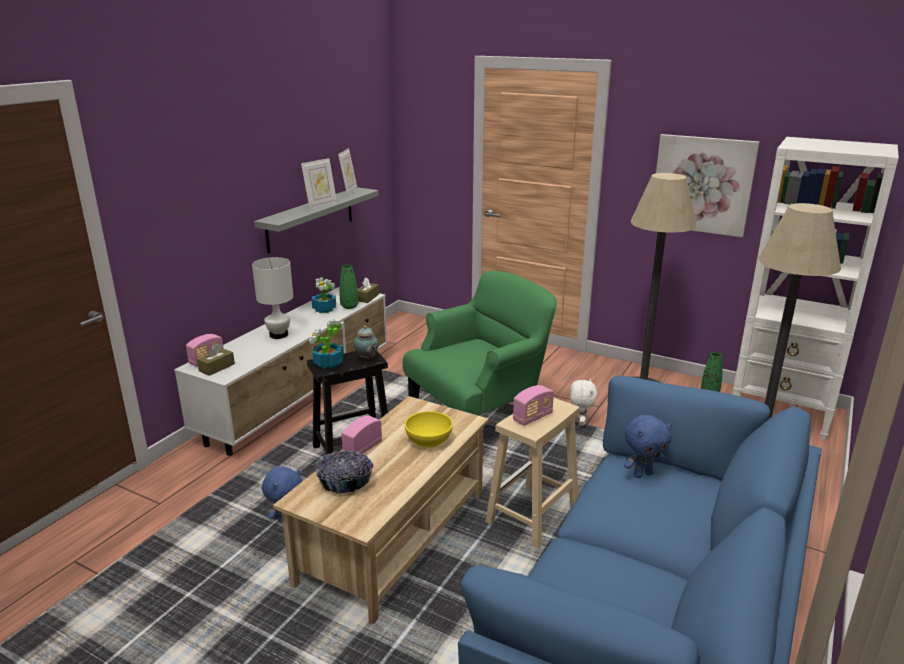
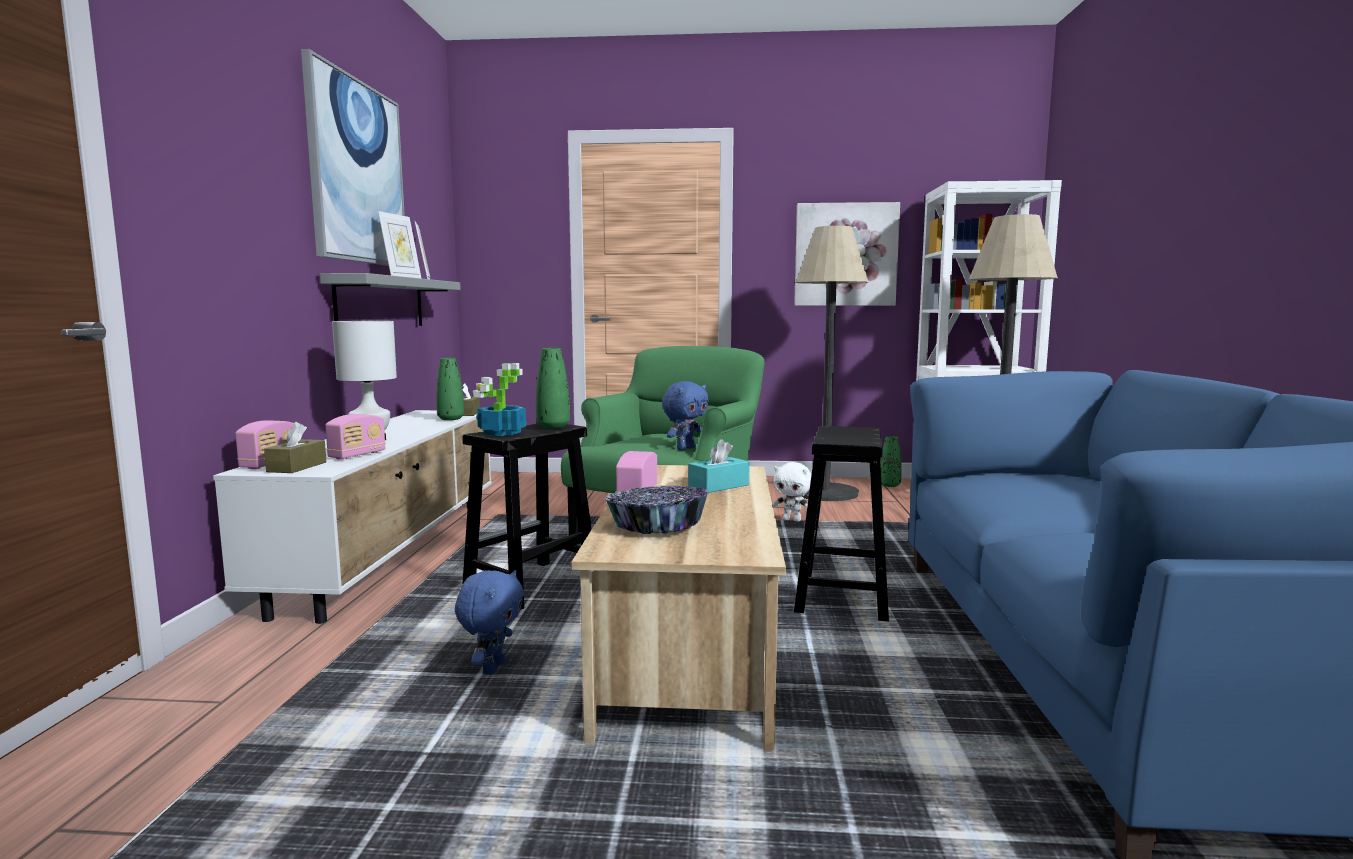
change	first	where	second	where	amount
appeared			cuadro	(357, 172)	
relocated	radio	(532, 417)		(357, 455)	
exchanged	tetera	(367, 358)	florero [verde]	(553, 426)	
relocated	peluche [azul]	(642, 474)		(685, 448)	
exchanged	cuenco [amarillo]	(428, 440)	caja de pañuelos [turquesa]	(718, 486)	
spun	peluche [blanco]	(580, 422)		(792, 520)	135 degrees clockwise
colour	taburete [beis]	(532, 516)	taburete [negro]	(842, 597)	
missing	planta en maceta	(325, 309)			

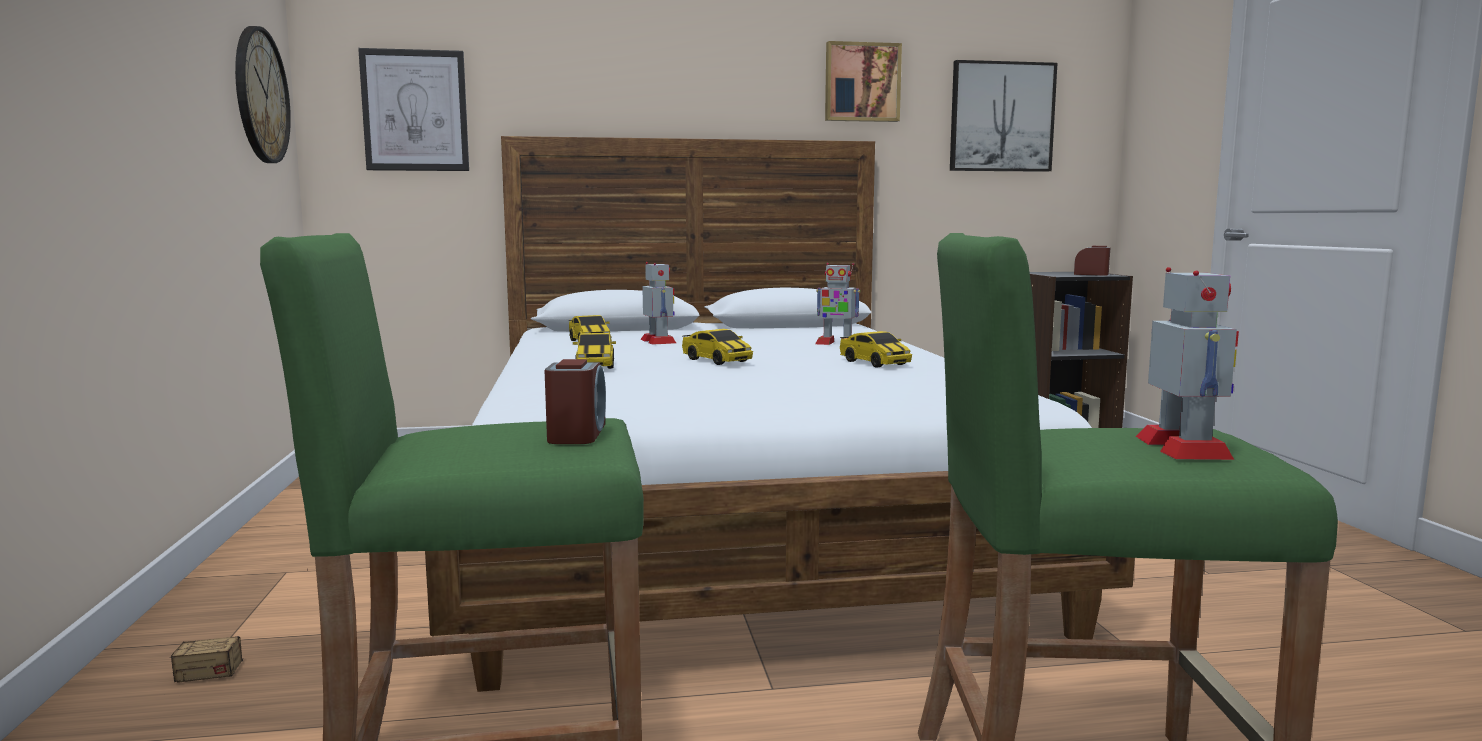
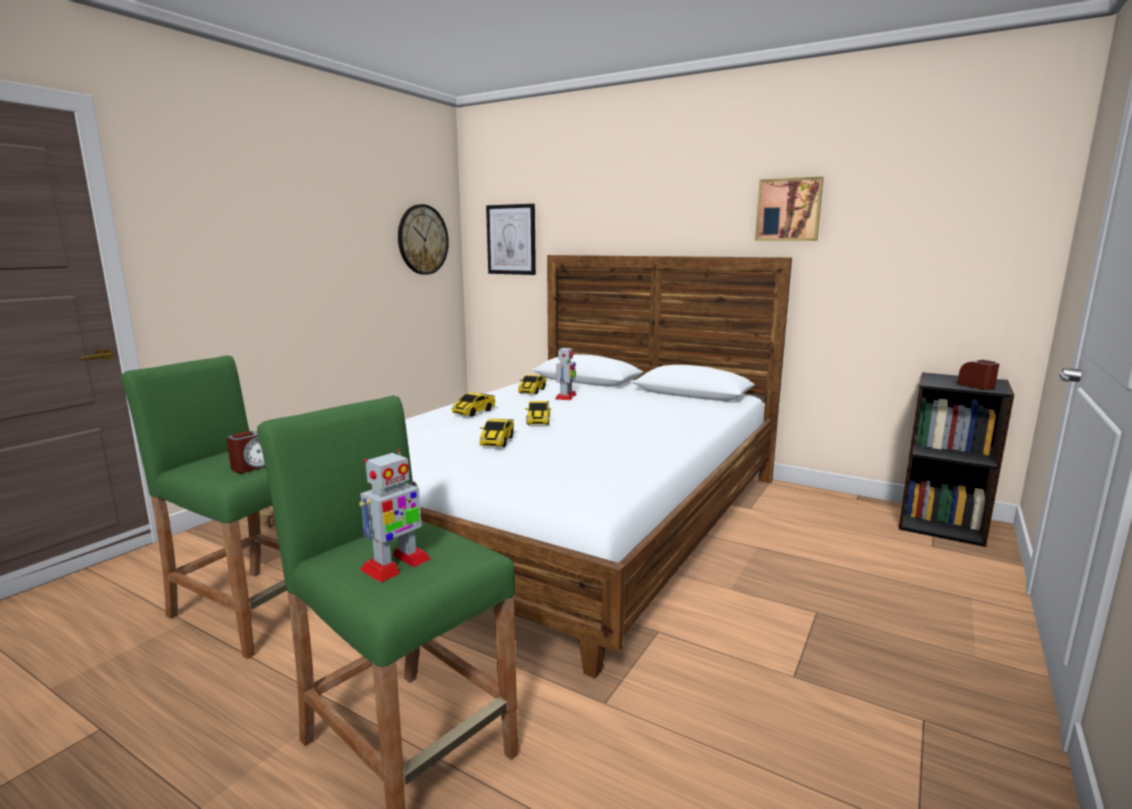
change	first	where	second	where	amount
relocated	coche de juguete	(874, 363)		(497, 441)	
missing	robot de juguete	(837, 343)			
missing	cuadro	(1001, 117)			

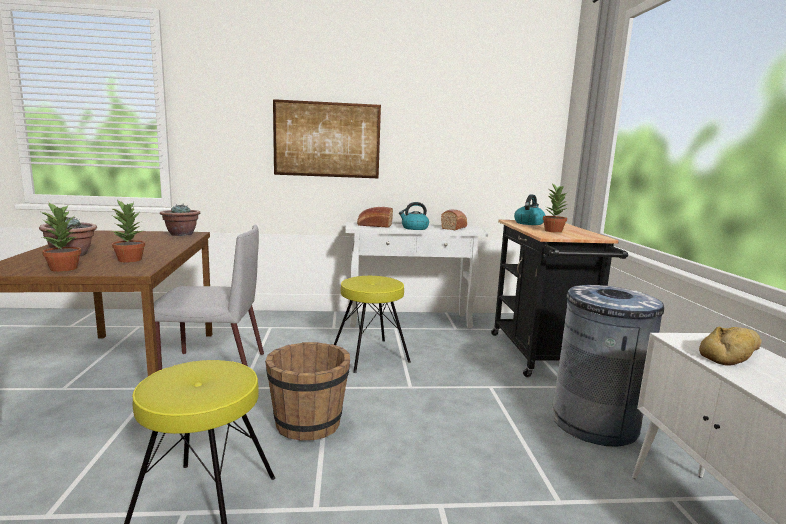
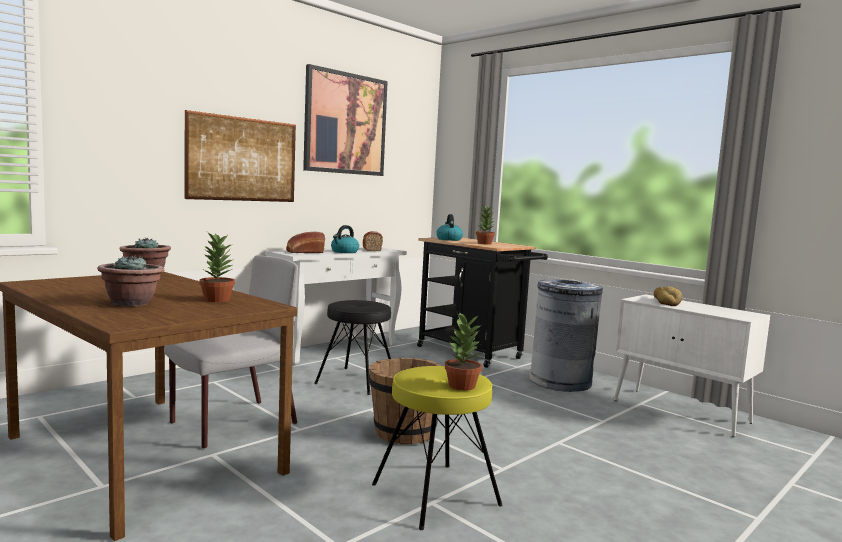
change	first	where	second	where	amount
appeared			cuadro	(345, 123)	
colour	taburete [amarillo]	(369, 355)	taburete [negro]	(356, 380)	
relocated	planta en maceta	(64, 268)		(461, 385)	

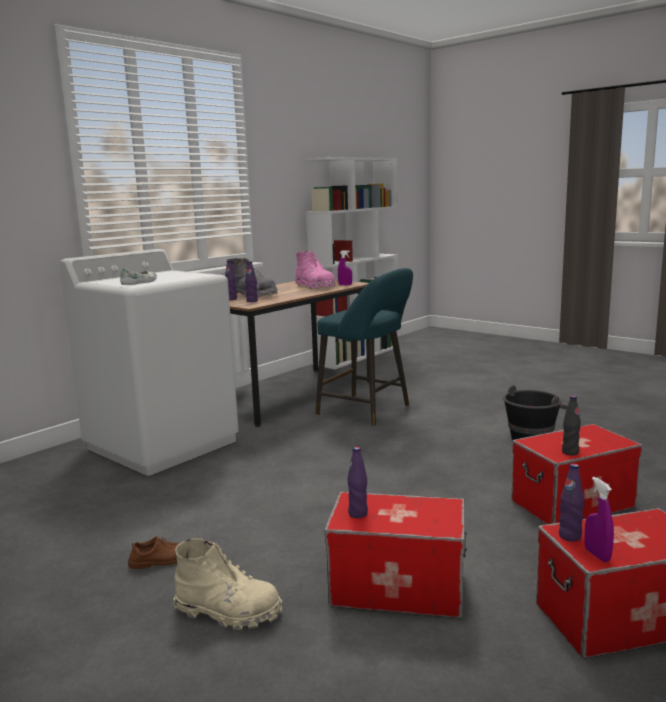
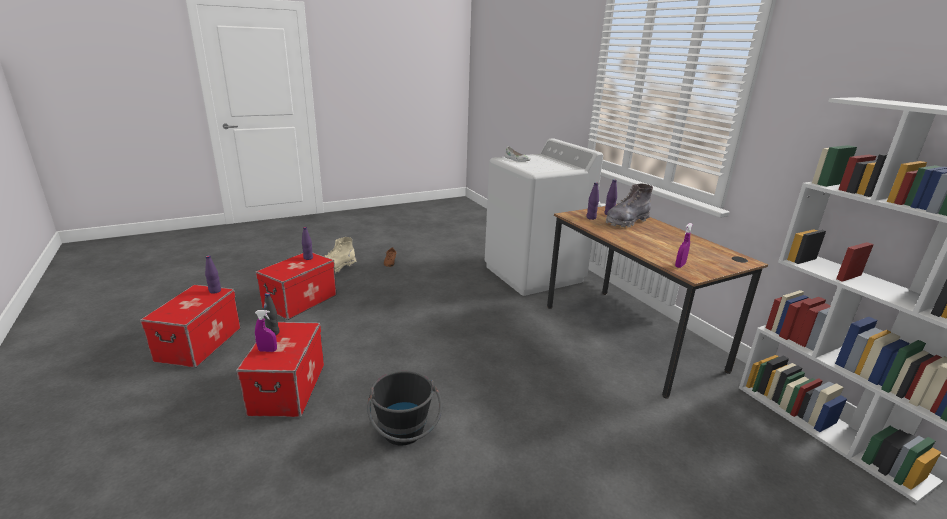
change	first	where	second	where	amount
relocated	pulverizador [morado]	(597, 555)		(267, 350)	
missing	bota [rosa]	(315, 286)			
missing	taburete [turquesa]	(367, 411)			

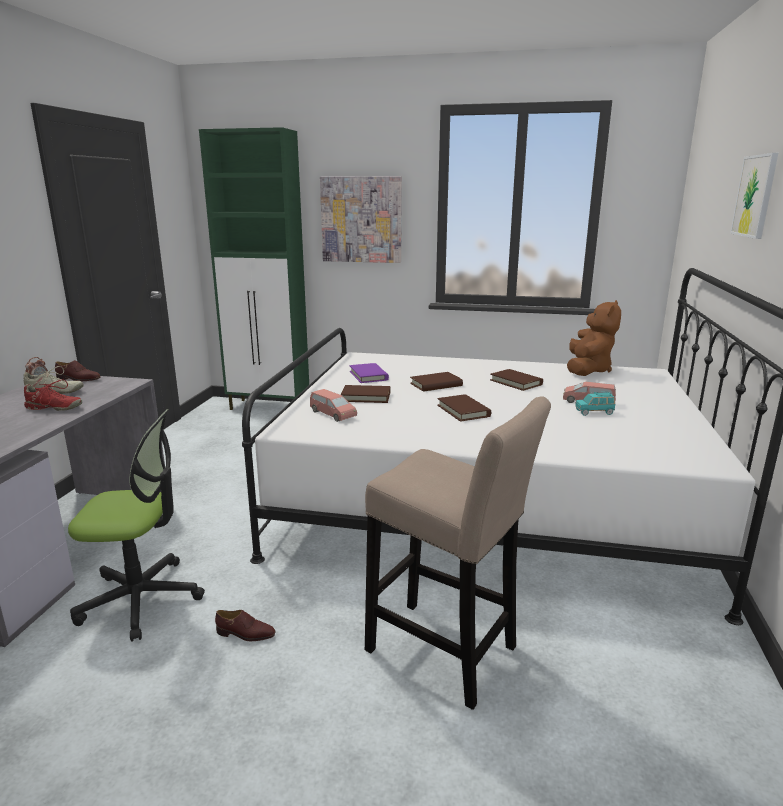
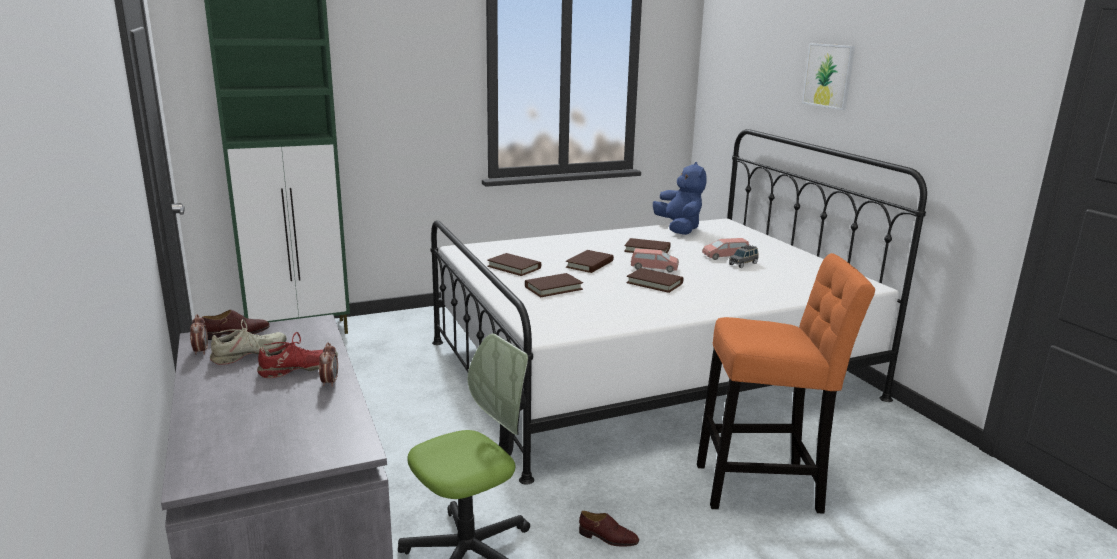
change	first	where	second	where	amount
appeared			despertador	(329, 382)	
colour	libro [morado]	(368, 375)	libro [marrón]	(514, 267)	
spun	zapato [marrón]	(245, 634)		(608, 538)	45 degrees clockwise
relocated	coche de juguete [rosa]	(332, 414)		(654, 268)	
colour	peluche [marrón]	(588, 370)	peluche [azul]	(679, 229)	
colour	taburete [beis]	(447, 654)	taburete [naranja]	(765, 487)	
colour	coche de juguete [turquesa]	(594, 412)	coche de juguete [gris]	(743, 264)	
missing	cuadro	(361, 220)			

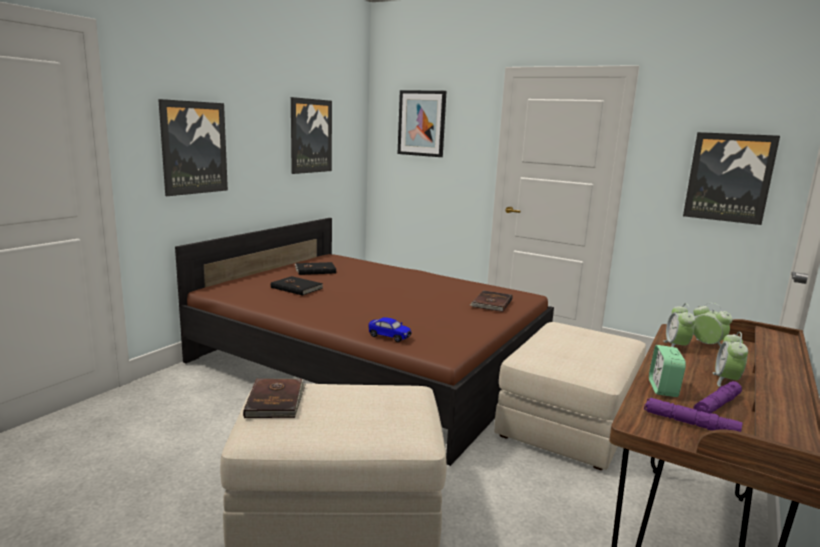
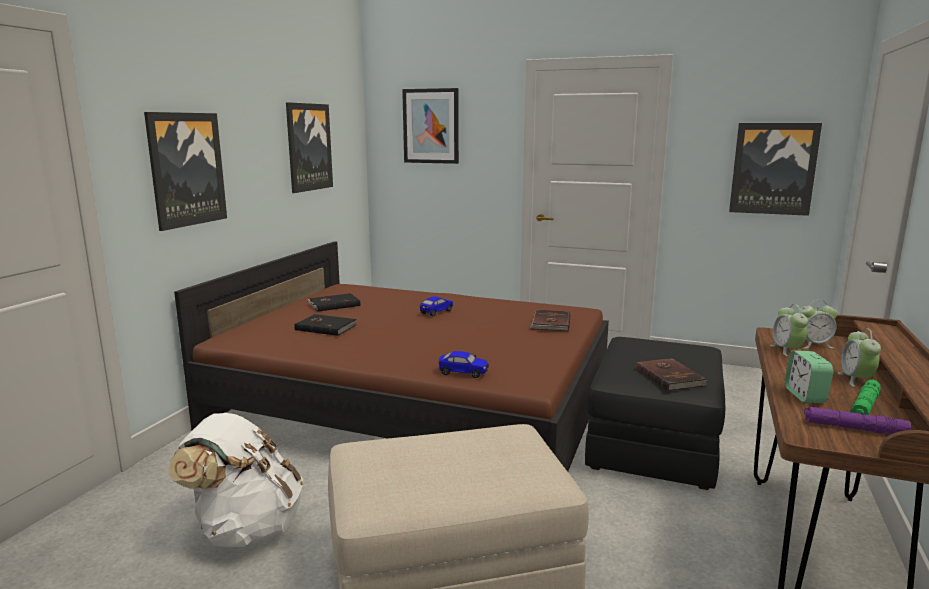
change	first	where	second	where	amount
appeared			mochila [blanco]	(246, 529)	
appeared			coche de juguete	(436, 312)	
colour	puf [beis]	(568, 421)	puf [negro]	(653, 442)	
relocated	libro [marrón]	(276, 400)		(670, 377)	
spun	despertador	(707, 345)		(813, 345)	135 degrees clockwise
colour	linterna [morado]	(717, 405)	linterna [verde]	(865, 406)	

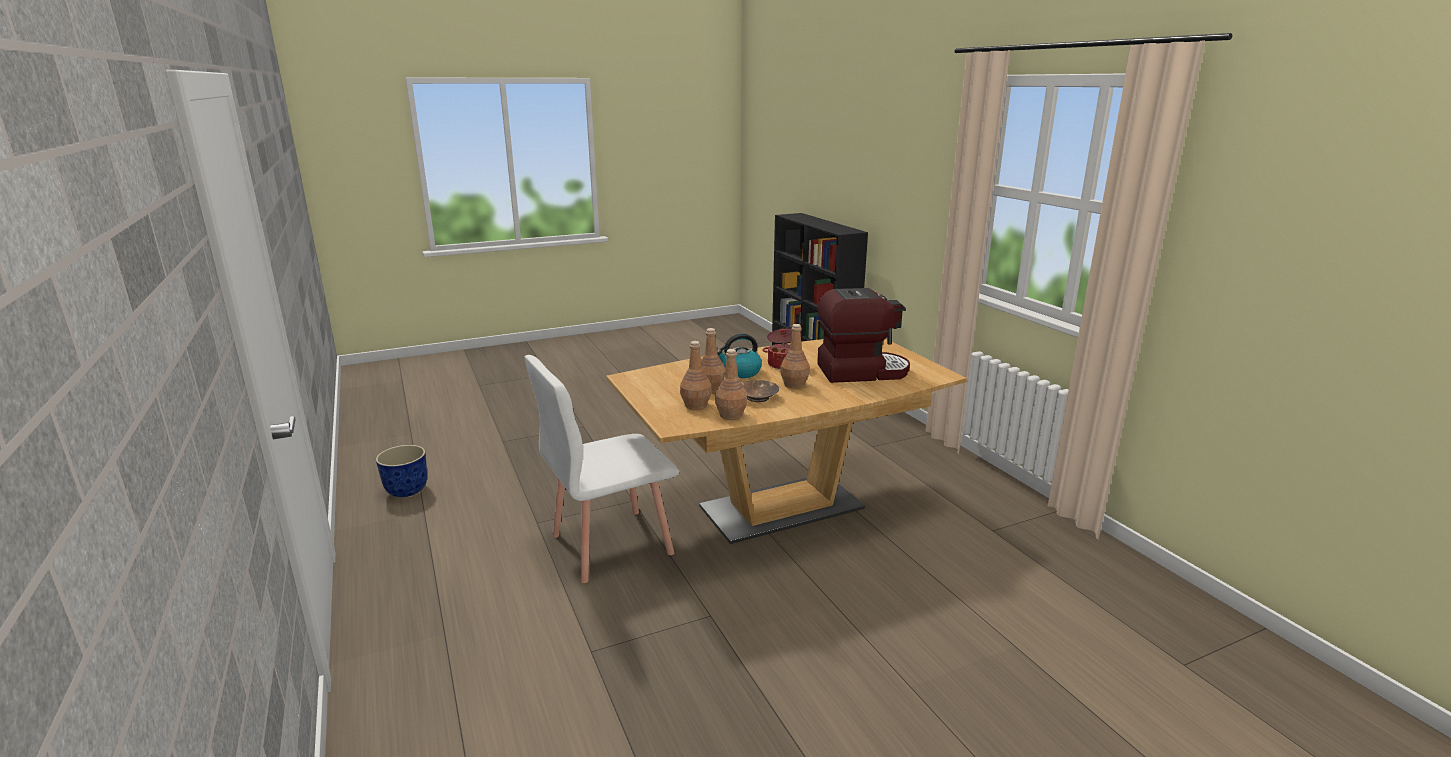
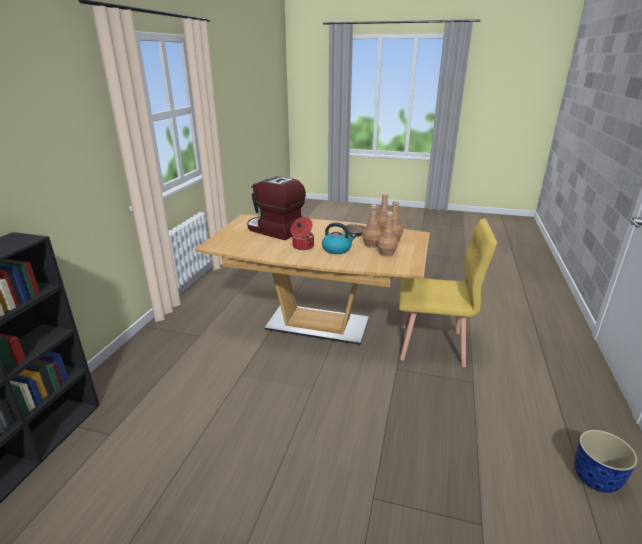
change	first	where	second	where	amount
relocated	botella [marrón]	(794, 385)		(386, 253)	
colour	silla [blanco]	(610, 544)	silla [amarillo]	(432, 346)	

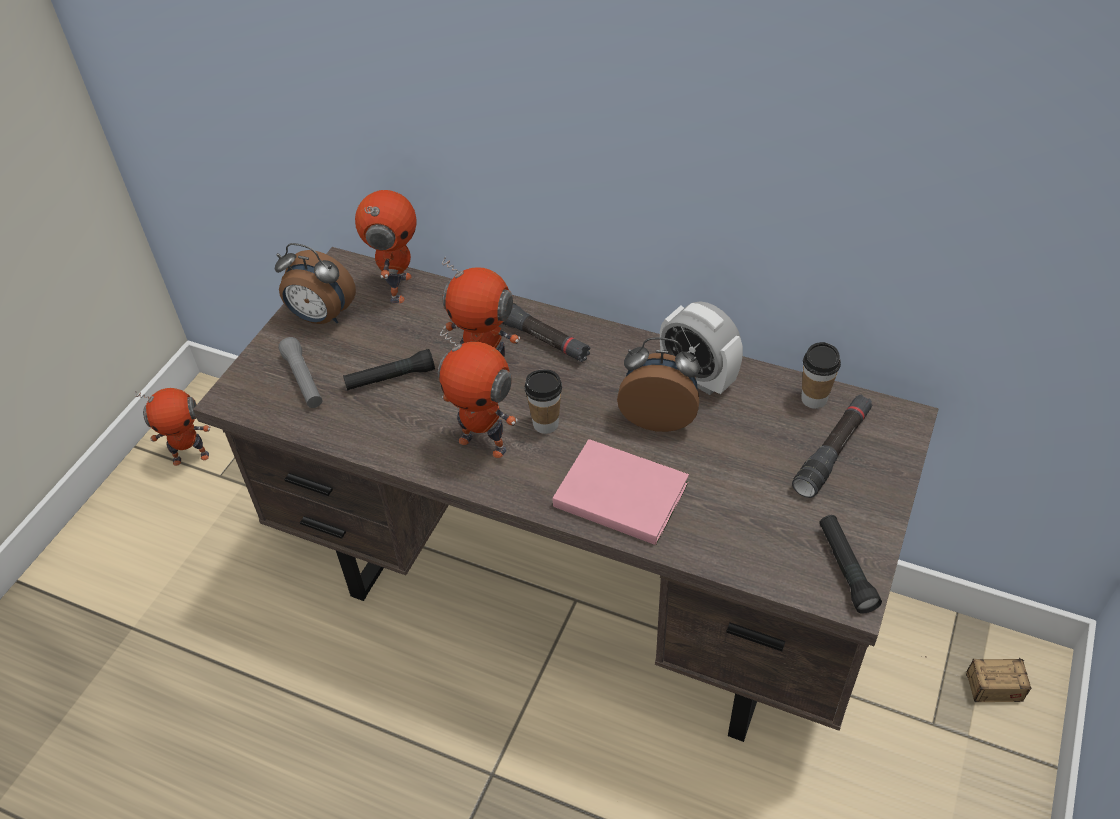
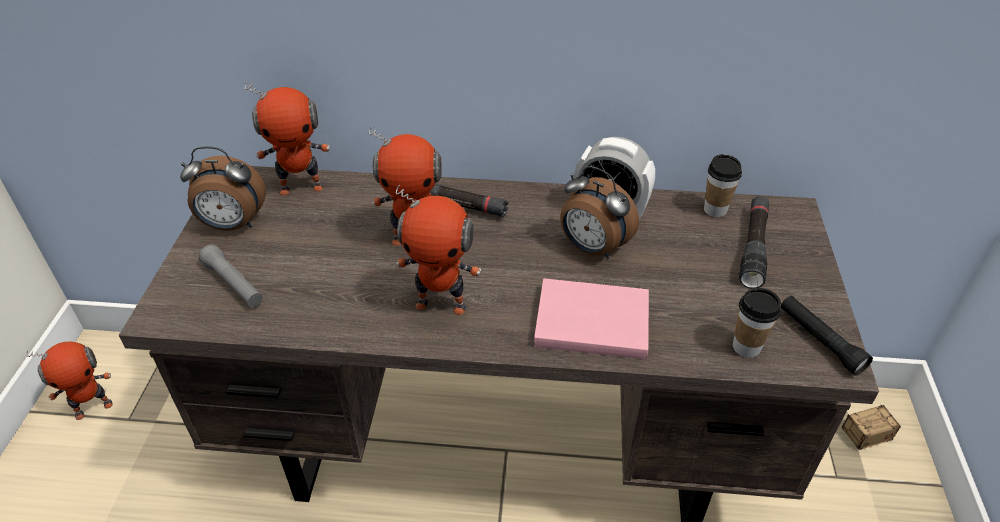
change	first	where	second	where	amount
spun	robot de juguete	(398, 288)		(301, 187)	90 degrees clockwise
spun	despertador	(658, 416)		(592, 248)	135 degrees counterclockwise
relocated	taza	(545, 424)		(746, 347)	
missing	linterna [negro]	(390, 378)			

